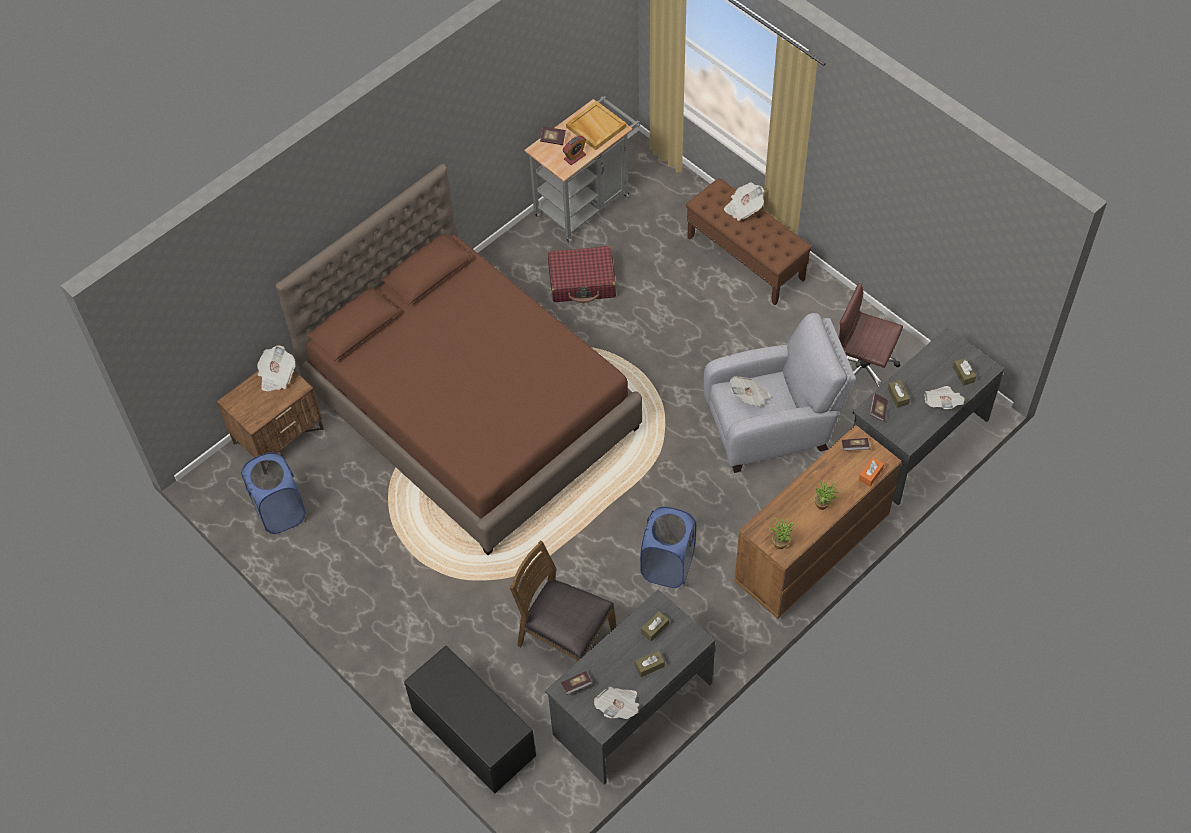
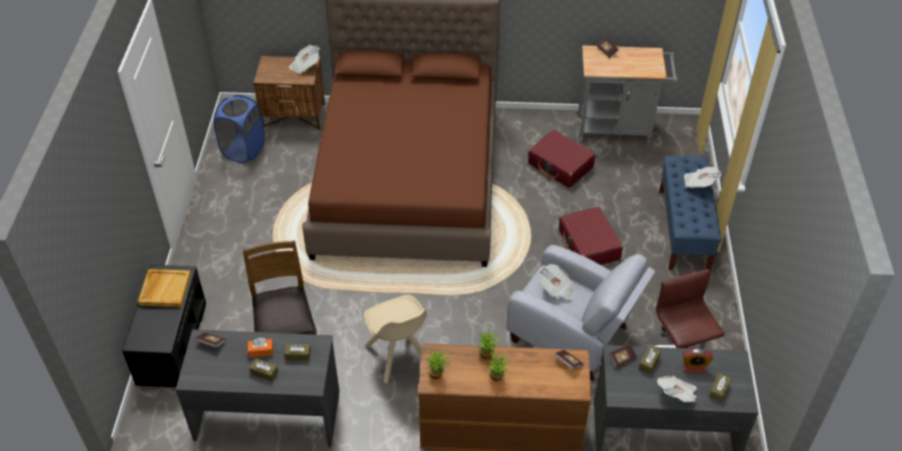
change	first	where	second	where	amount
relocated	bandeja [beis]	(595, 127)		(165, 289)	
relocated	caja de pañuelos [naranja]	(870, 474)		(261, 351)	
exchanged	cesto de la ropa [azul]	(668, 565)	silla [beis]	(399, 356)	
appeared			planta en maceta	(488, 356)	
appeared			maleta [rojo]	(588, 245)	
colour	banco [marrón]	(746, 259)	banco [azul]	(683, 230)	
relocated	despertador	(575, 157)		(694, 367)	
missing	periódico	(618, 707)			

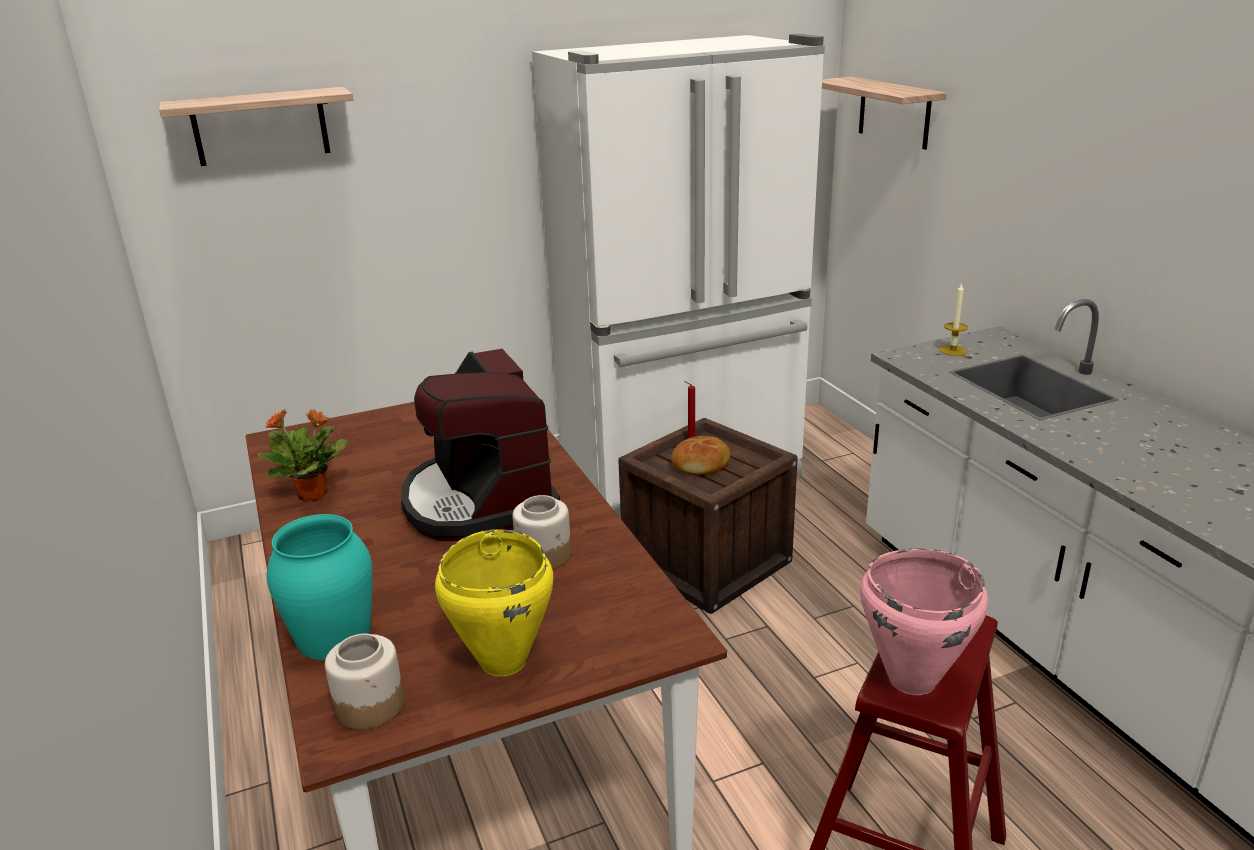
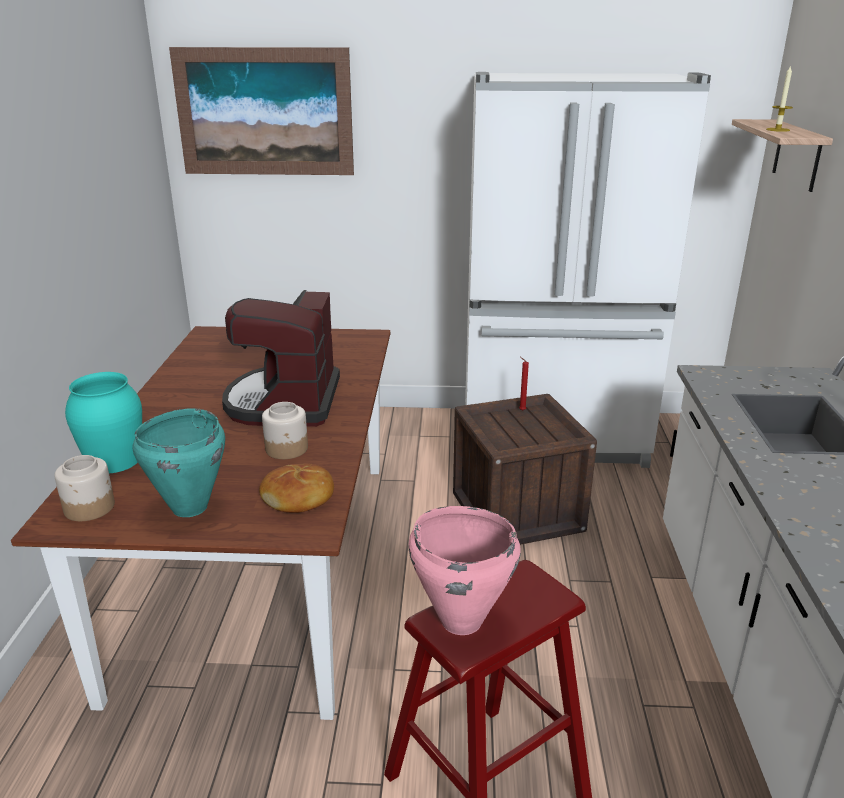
change	first	where	second	where	amount
colour	olla [amarillo]	(502, 662)	olla [turquesa]	(189, 508)	
exchanged	estante	(260, 126)	cuadro	(264, 112)	
relocated	pan	(701, 464)		(299, 498)	
relocated	vela	(953, 350)		(777, 130)	
missing	planta en maceta	(314, 495)			

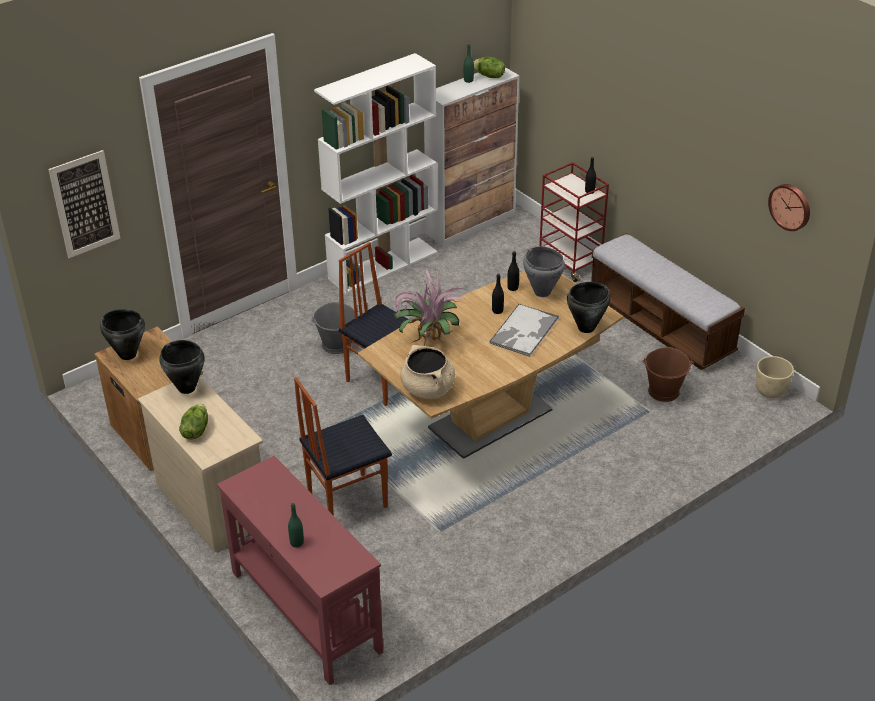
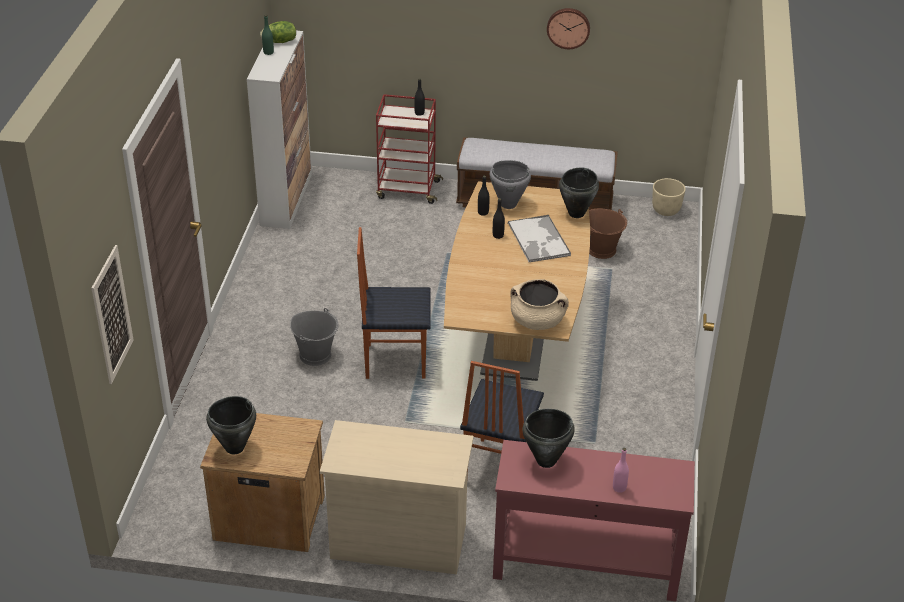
change	first	where	second	where	amount
relocated	olla [negro]	(186, 388)		(546, 461)	
relocated	reloj de pared	(790, 206)		(568, 27)	
colour	botella [verde]	(297, 542)	botella [rosa]	(619, 488)	
missing	lechuga	(195, 430)			
missing	estantería [blanco]	(383, 265)			
missing	planta en maceta	(428, 341)			

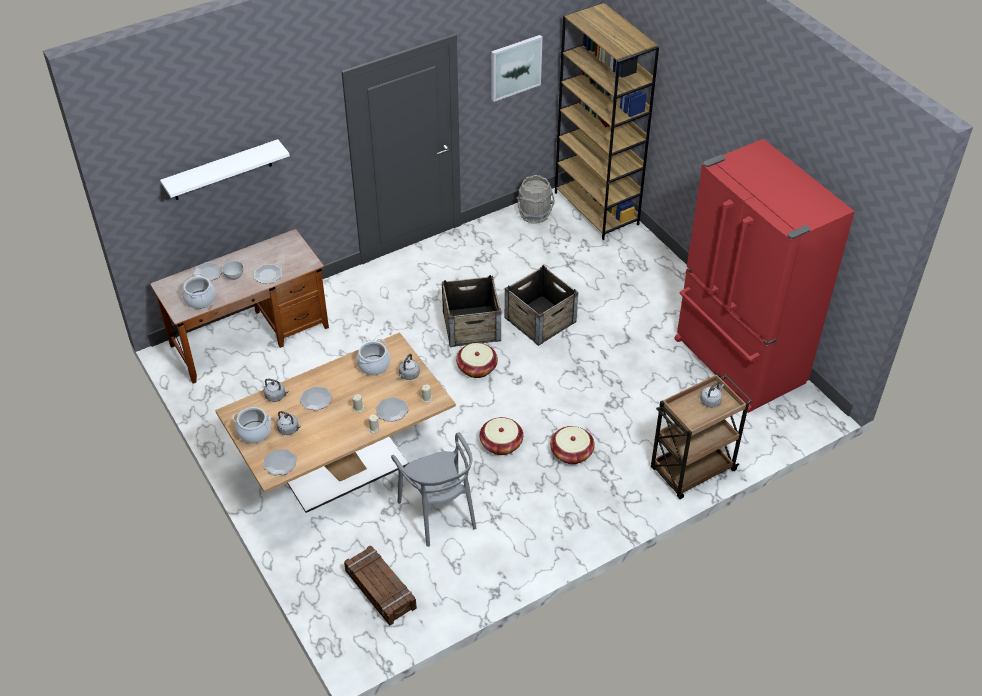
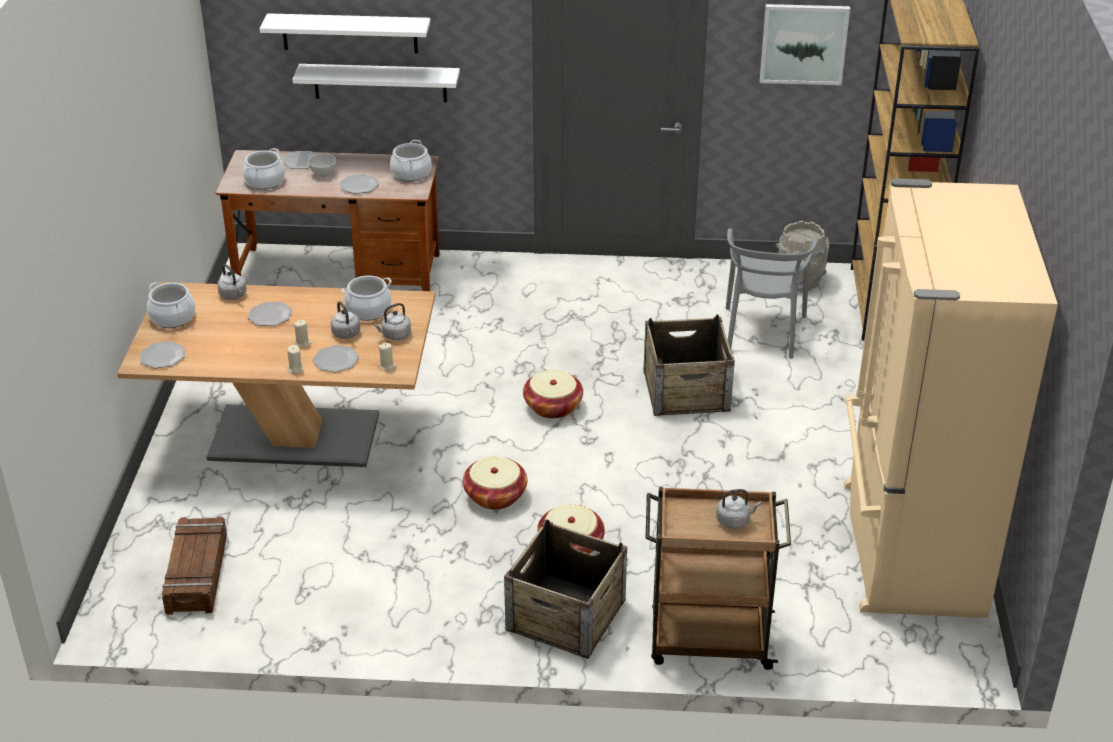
change	first	where	second	where	amount
appeared			estante [blanco]	(380, 82)	
relocated	hervidor [gris]	(289, 429)		(346, 334)	
appeared			olla	(411, 173)	
relocated	caja de embalaje	(471, 325)		(566, 614)	
relocated	silla [gris]	(438, 513)		(762, 332)	
colour	nevera [rojo]	(737, 362)	nevera [beis]	(908, 549)	

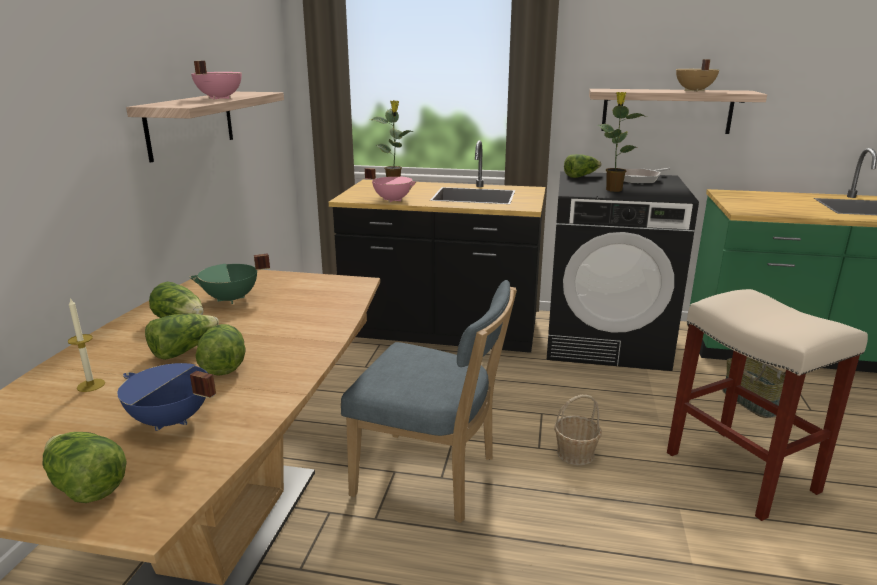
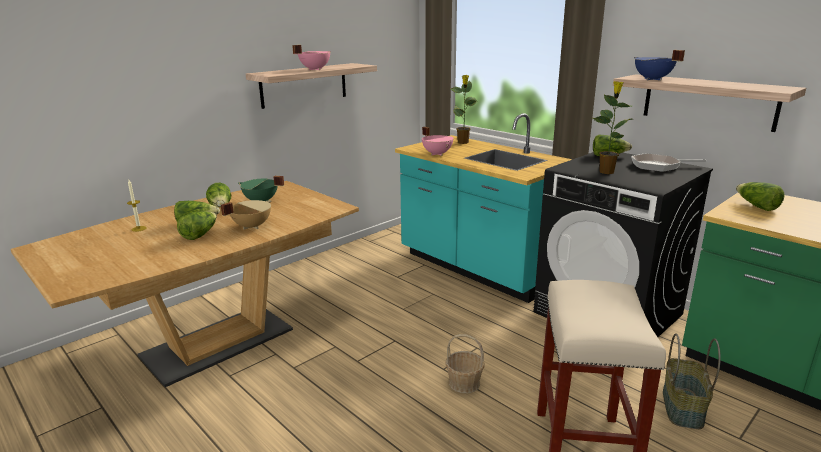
change	first	where	second	where	amount
relocated	olla [beis]	(693, 91)		(251, 226)	
colour	mueble bajo de cocina [negro]	(442, 331)	mueble bajo de cocina [turquesa]	(479, 268)	
relocated	olla [azul]	(170, 421)		(652, 79)	
relocated	lechuga	(85, 485)		(756, 206)	
missing	silla [azul]	(431, 478)			

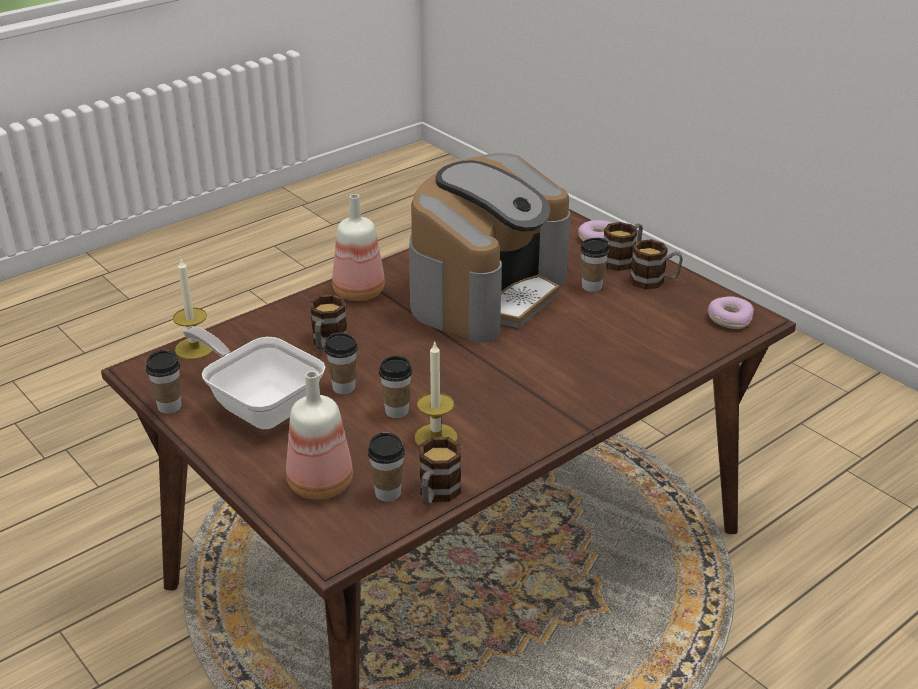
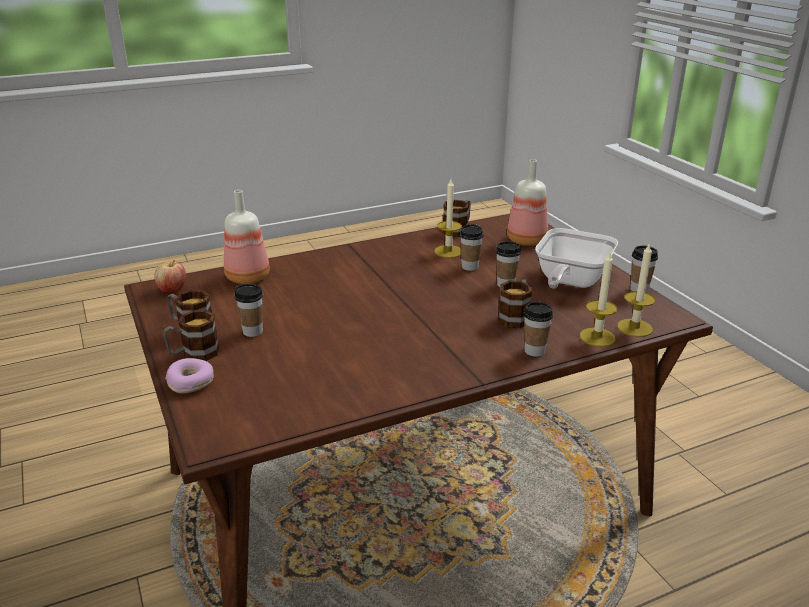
change	first	where	second	where	amount
exchanged	rosquilla	(729, 319)	manzana	(172, 290)	
relocated	botella	(357, 293)		(249, 277)	
relocated	taza	(388, 493)		(534, 351)	
spun	sartén	(260, 405)		(569, 282)	60 degrees clockwise
appeared			vela	(597, 337)	
missing	cafetera	(486, 292)			

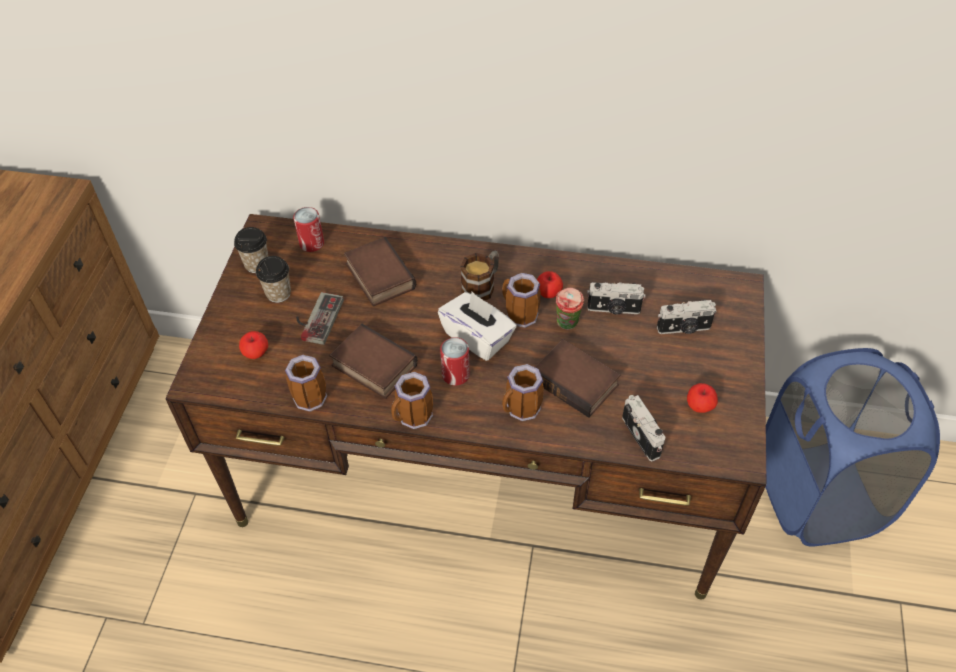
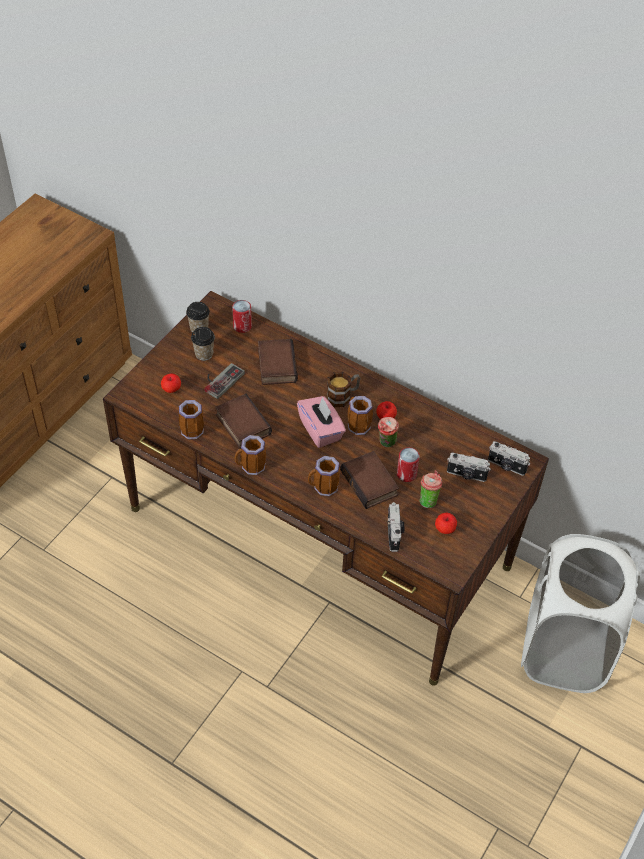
change	first	where	second	where	amount
colour	caja de pañuelos [blanco]	(477, 337)	caja de pañuelos [rosa]	(321, 430)	
relocated	lata	(455, 374)		(406, 474)	
appeared			taza	(428, 500)	
relocated	cámara	(613, 309)		(506, 466)	
colour	cesto de la ropa [azul]	(818, 496)	cesto de la ropa [blanco]	(564, 650)	

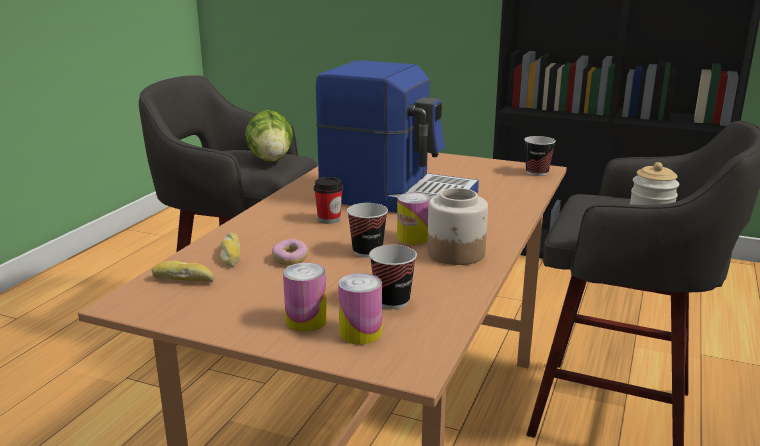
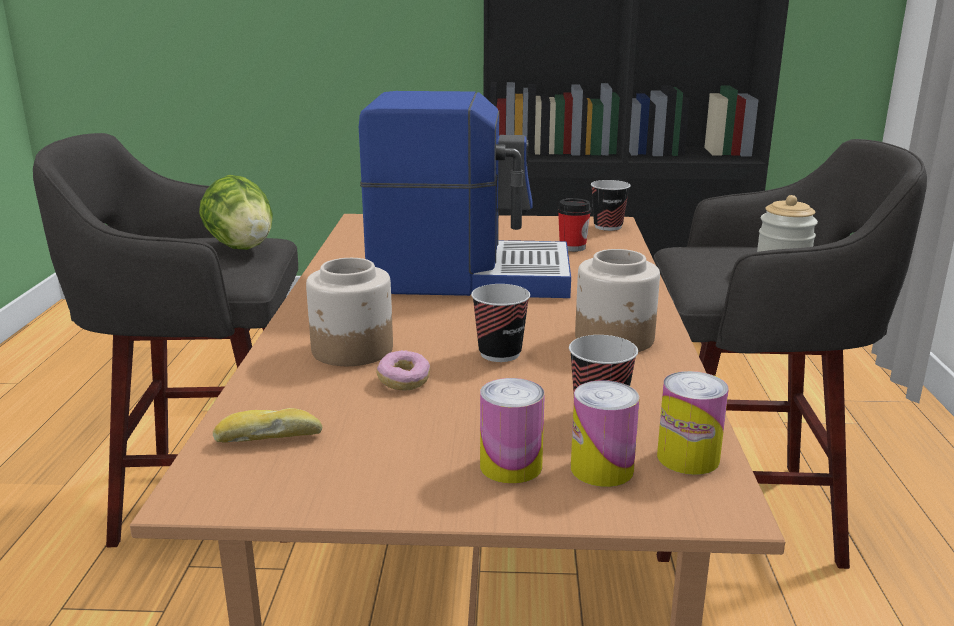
change	first	where	second	where	amount
appeared			tarro	(352, 350)	
relocated	taza	(329, 219)		(572, 247)	
relocated	lata	(413, 238)		(688, 458)	
missing	pan	(230, 255)			

